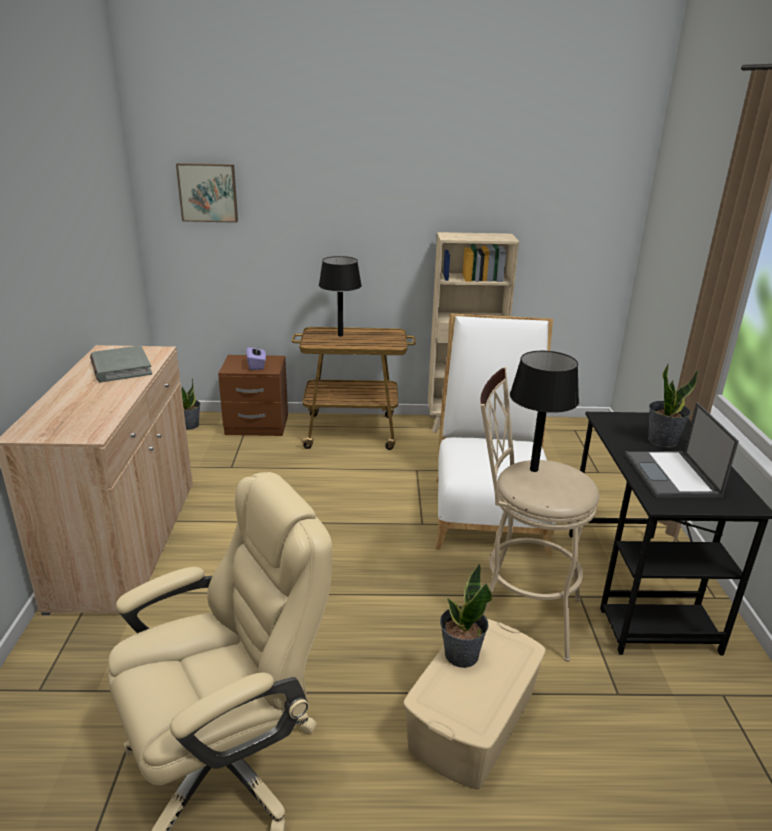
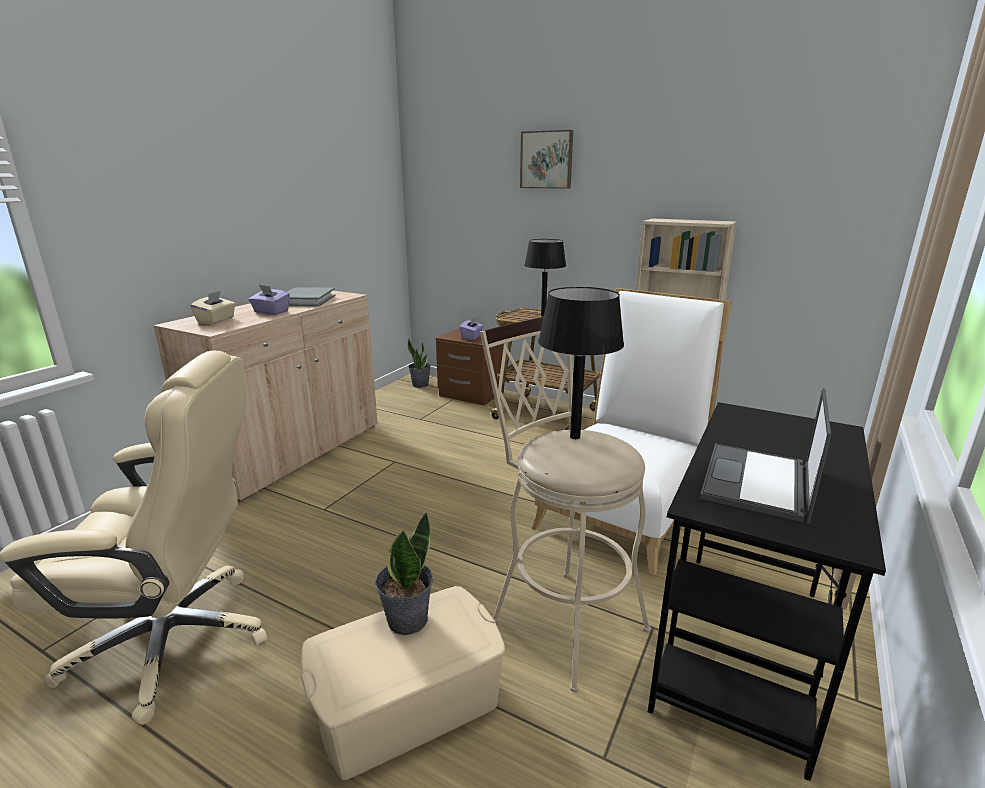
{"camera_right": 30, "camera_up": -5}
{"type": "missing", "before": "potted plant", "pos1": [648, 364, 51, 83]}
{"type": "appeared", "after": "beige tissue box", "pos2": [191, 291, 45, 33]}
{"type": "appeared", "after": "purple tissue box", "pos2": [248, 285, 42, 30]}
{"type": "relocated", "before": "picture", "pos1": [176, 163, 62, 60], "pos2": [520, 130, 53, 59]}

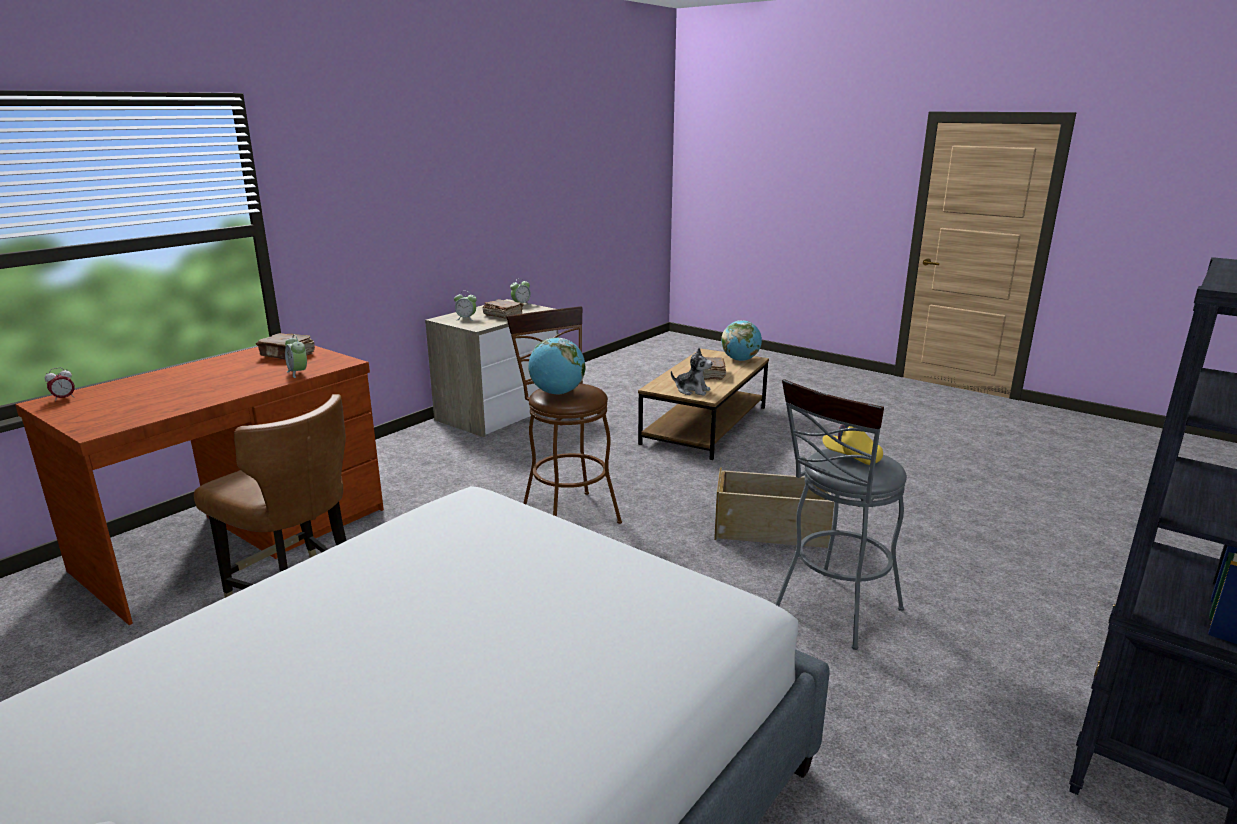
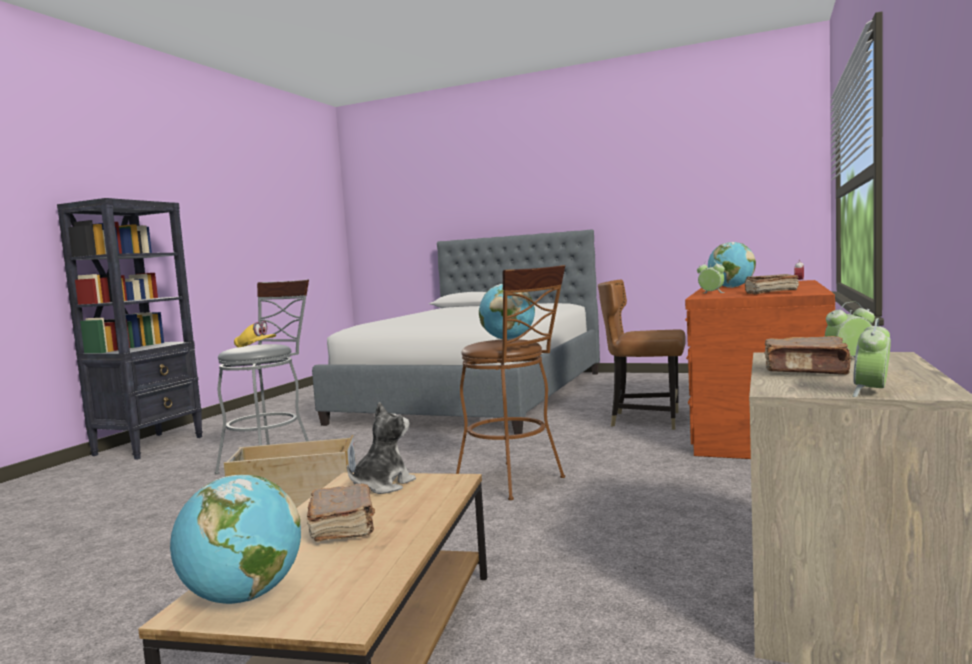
{"camera_right": 165, "camera_up": -15}
{"type": "appeared", "after": "globe", "pos2": [708, 242, 48, 46]}
{"type": "spun", "before": "plush toy", "pos1": [671, 348, 41, 48], "pos2": [347, 402, 69, 92], "turn": 120}

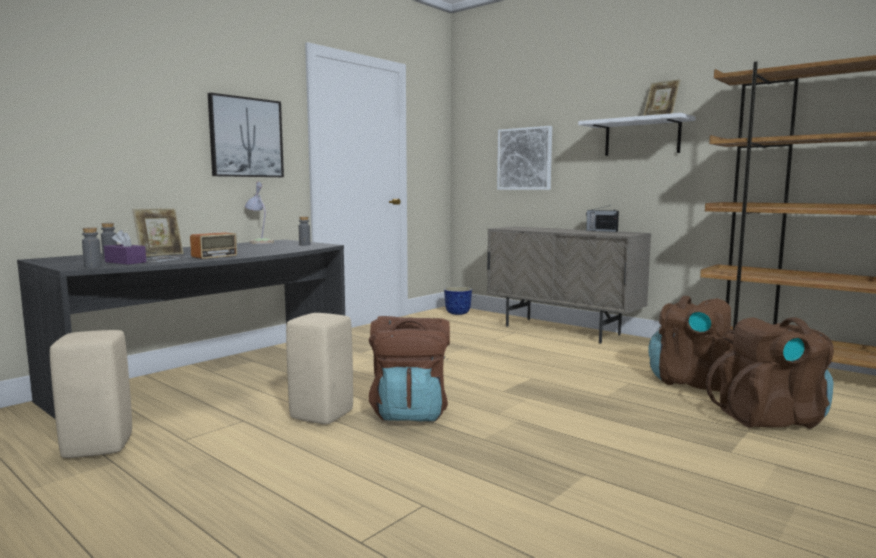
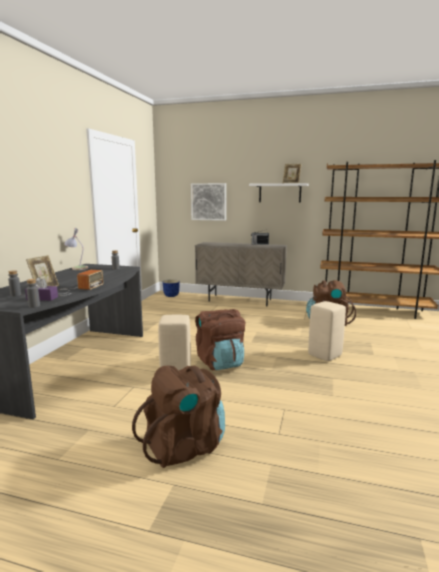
{"camera_right": -25, "camera_up": 5}
{"type": "missing", "before": "picture", "pos1": [208, 93, 76, 84]}
{"type": "relocated", "before": "beige stool", "pos1": [50, 330, 82, 128], "pos2": [308, 301, 38, 60]}
{"type": "relocated", "before": "brown backpack", "pos1": [706, 317, 128, 112], "pos2": [132, 365, 93, 103]}

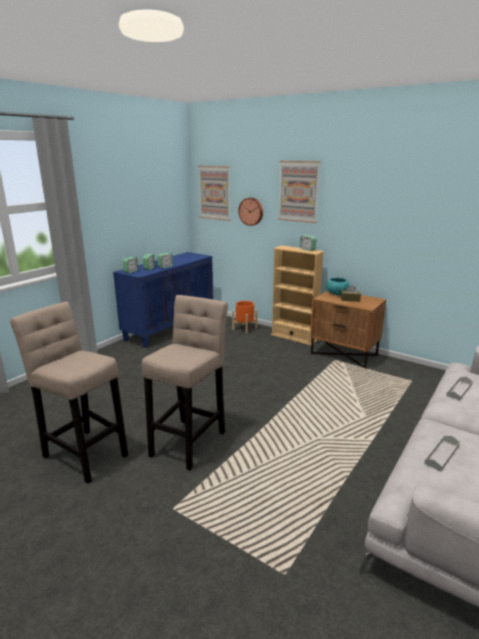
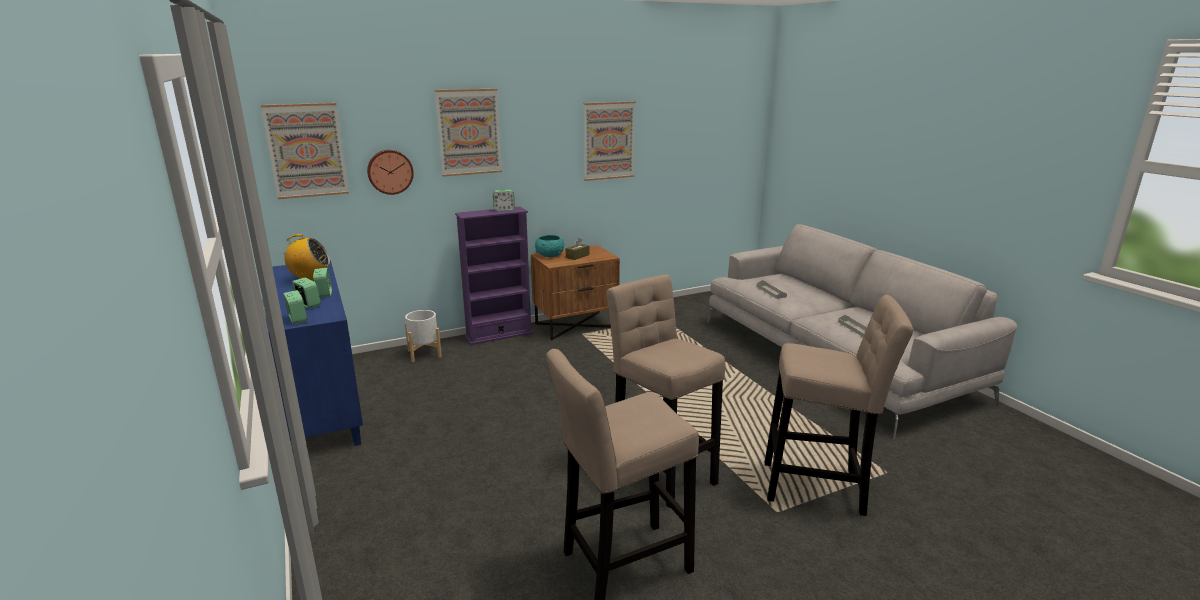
{"camera_right": -60, "camera_up": 0}
{"type": "appeared", "after": "radio", "pos2": [281, 234, 49, 47]}
{"type": "appeared", "after": "picture", "pos2": [583, 101, 53, 80]}
{"type": "appeared", "after": "beige stool", "pos2": [765, 295, 148, 221]}
{"type": "colour", "before": "orange planter", "after": "white planter", "pos1": [232, 301, 26, 33], "pos2": [405, 310, 37, 52]}
{"type": "colour", "before": "beige bookcase", "after": "purple bookcase", "pos1": [271, 245, 53, 101], "pos2": [455, 206, 78, 139]}

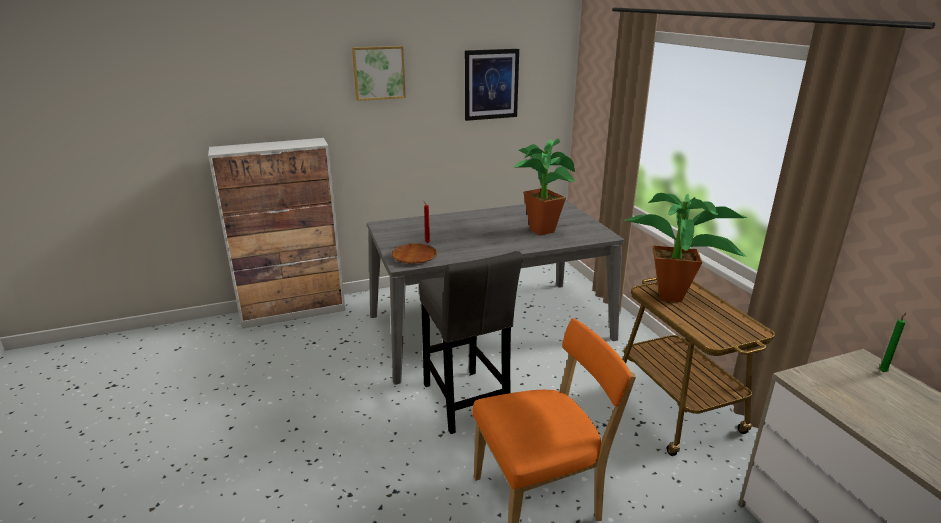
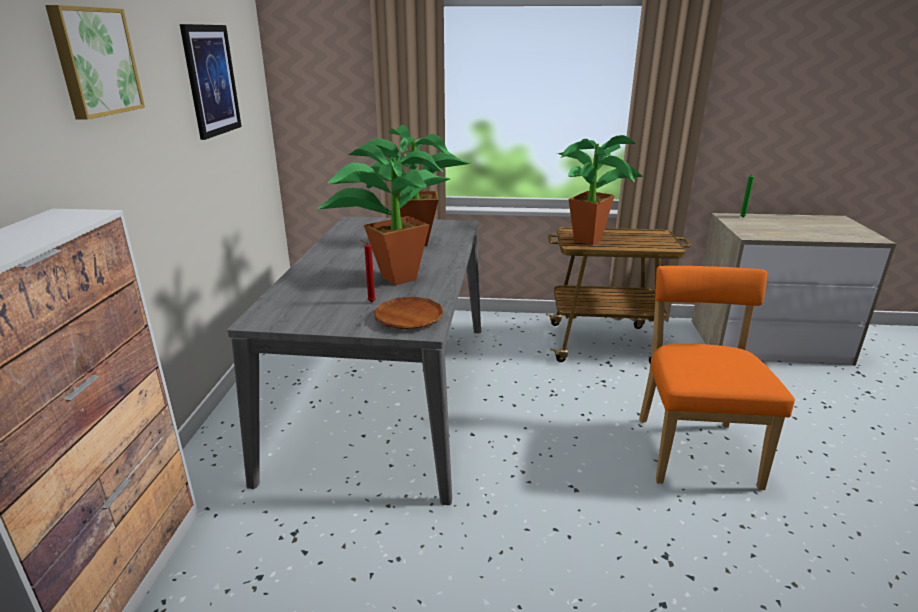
{"camera_right": -65, "camera_up": 0}
{"type": "missing", "before": "grey stool", "pos1": [419, 251, 104, 183]}
{"type": "appeared", "after": "potted plant", "pos2": [316, 143, 134, 142]}

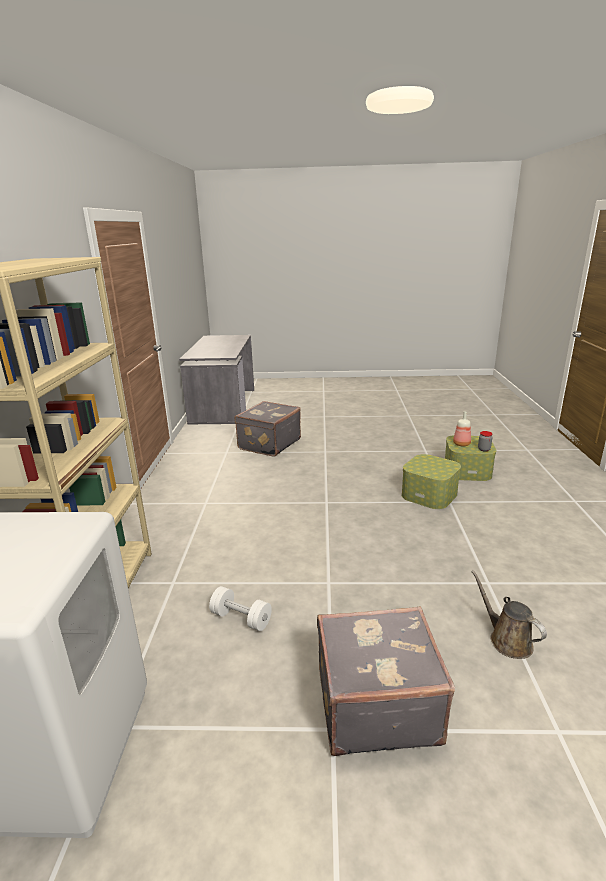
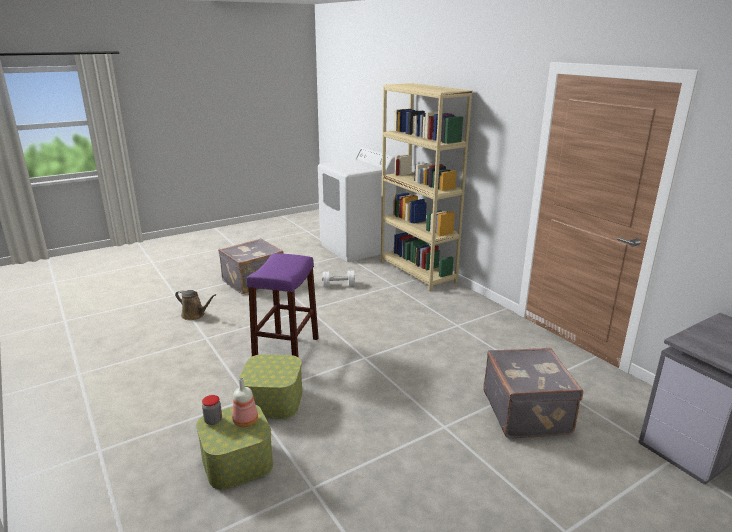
{"camera_right": 145, "camera_up": 0}
{"type": "appeared", "after": "purple stool", "pos2": [247, 253, 72, 104]}

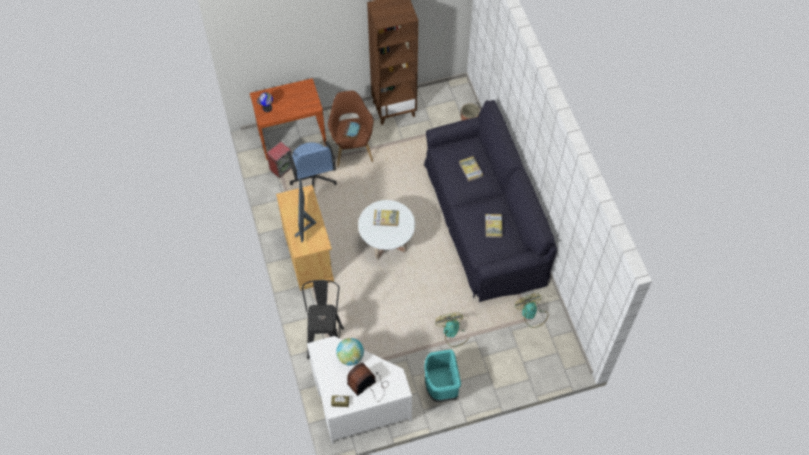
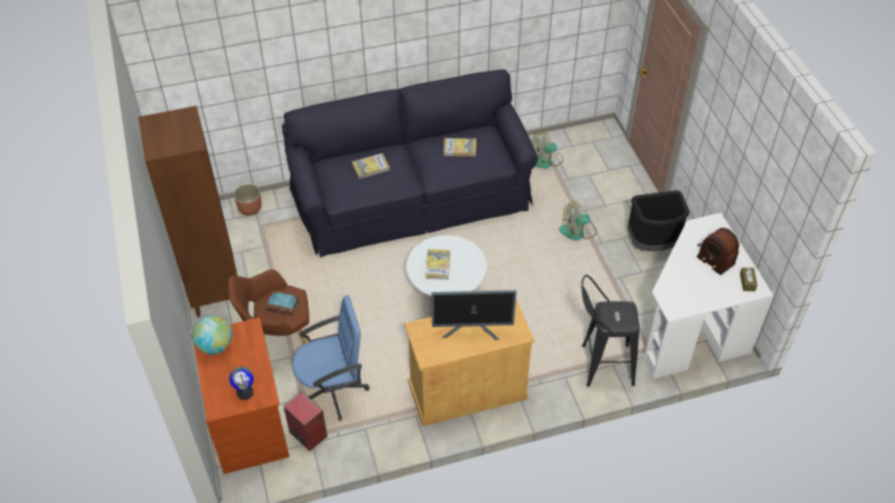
{"camera_right": -90, "camera_up": -10}
{"type": "relocated", "before": "globe", "pos1": [336, 338, 28, 28], "pos2": [192, 315, 40, 40]}
{"type": "colour", "before": "turquoise trash can", "after": "black trash can", "pos1": [425, 349, 36, 53], "pos2": [627, 190, 62, 61]}

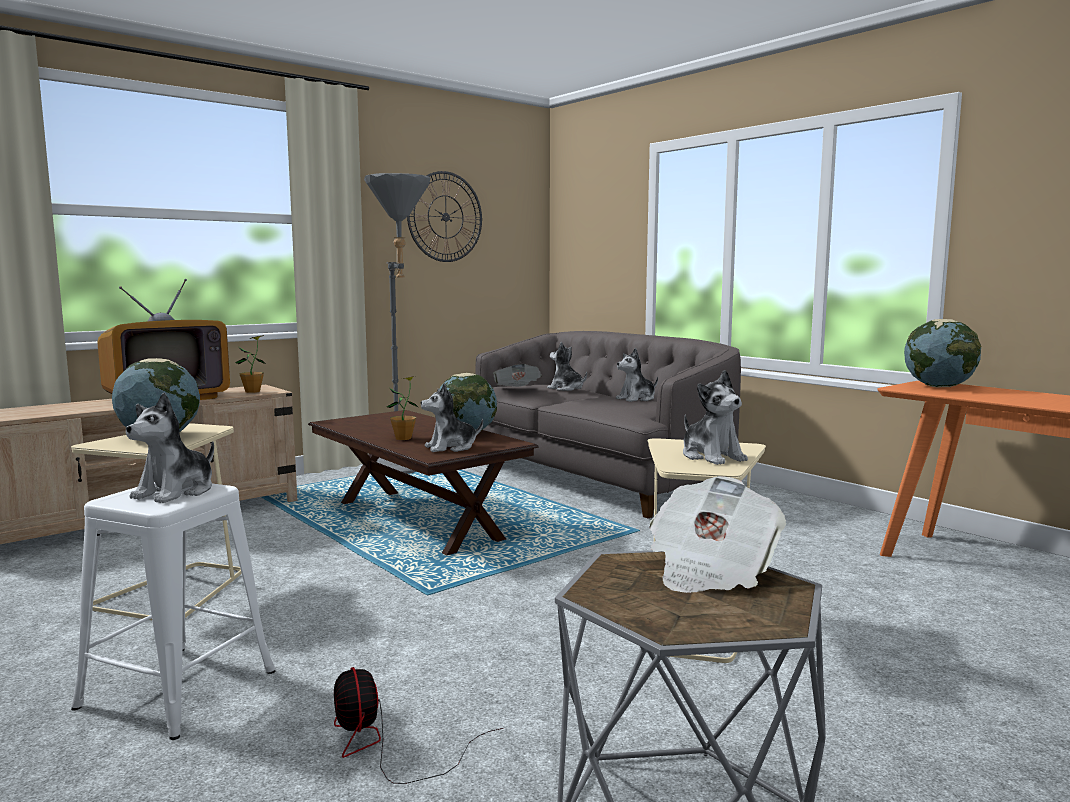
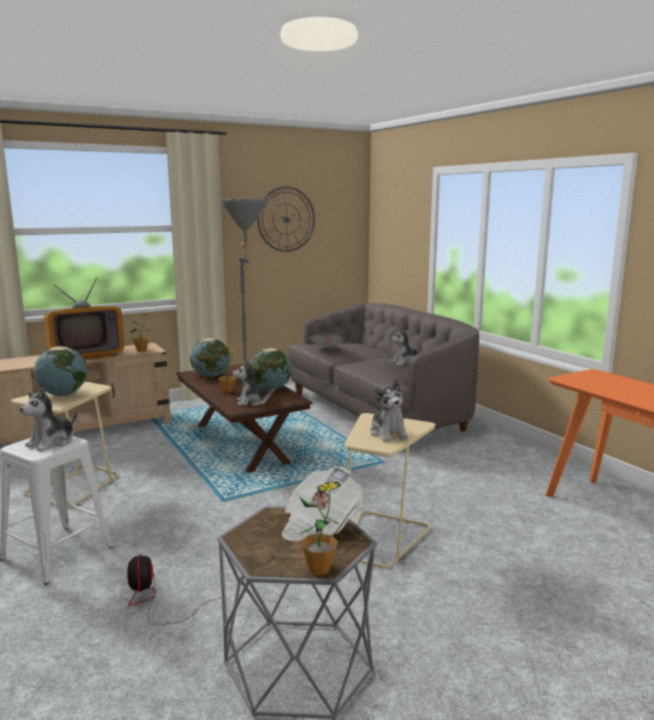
{"camera_right": 10, "camera_up": 5}
{"type": "missing", "before": "plush toy", "pos1": [547, 342, 40, 49]}
{"type": "appeared", "after": "potted plant", "pos2": [299, 482, 42, 93]}
{"type": "relocated", "before": "globe", "pos1": [904, 319, 77, 69], "pos2": [190, 338, 40, 39]}

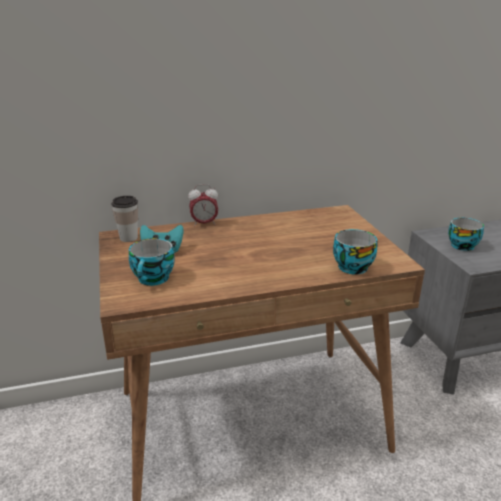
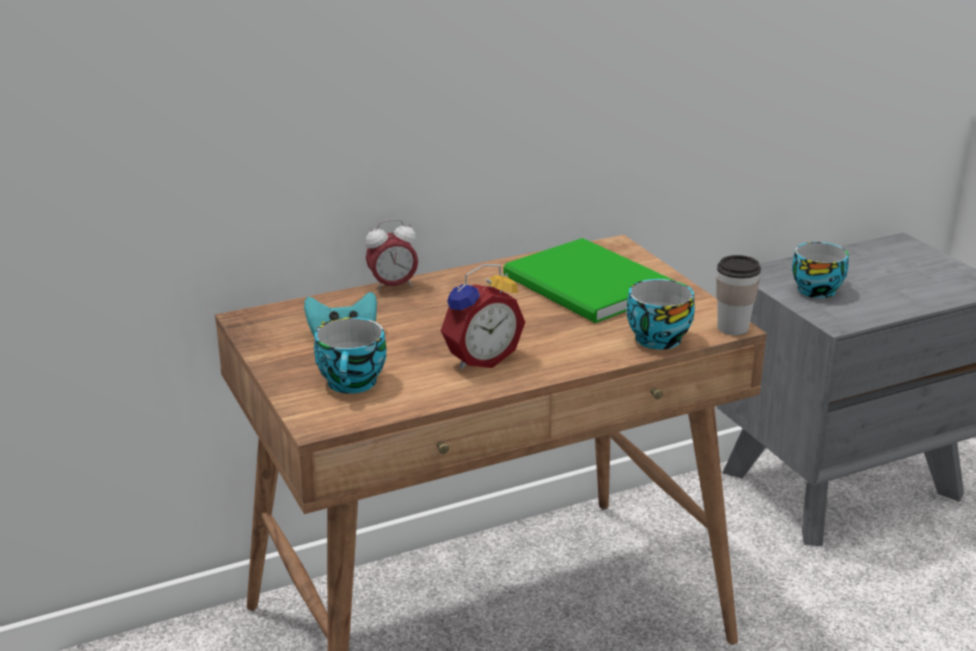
{"camera_right": -10, "camera_up": 0}
{"type": "appeared", "after": "alarm clock", "pos2": [441, 264, 84, 105]}
{"type": "appeared", "after": "green book", "pos2": [503, 238, 172, 85]}
{"type": "relocated", "before": "cup", "pos1": [111, 196, 27, 46], "pos2": [716, 255, 45, 80]}

